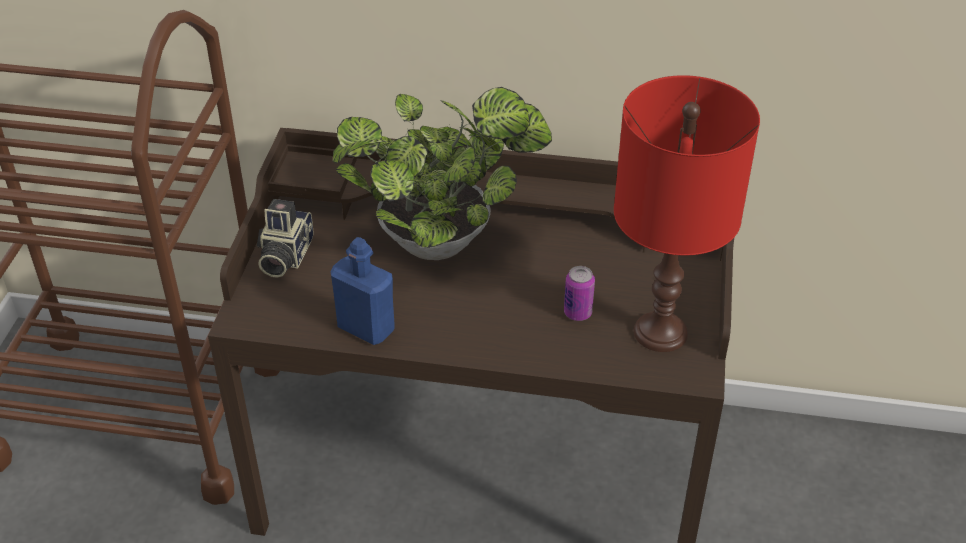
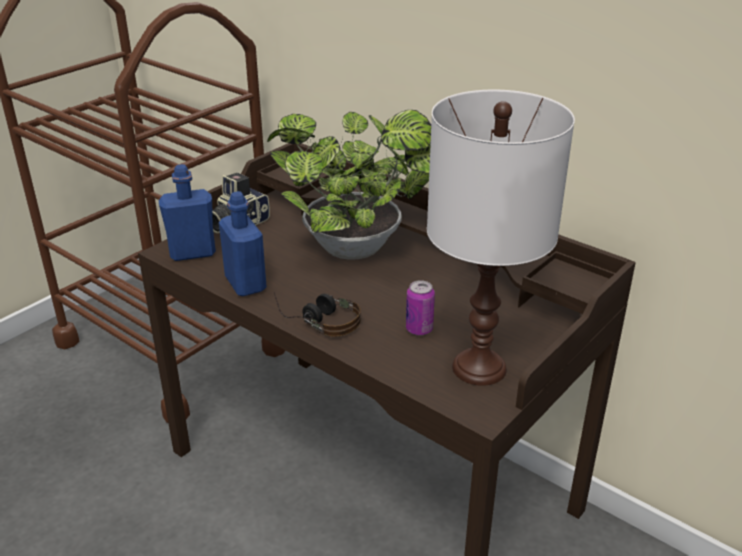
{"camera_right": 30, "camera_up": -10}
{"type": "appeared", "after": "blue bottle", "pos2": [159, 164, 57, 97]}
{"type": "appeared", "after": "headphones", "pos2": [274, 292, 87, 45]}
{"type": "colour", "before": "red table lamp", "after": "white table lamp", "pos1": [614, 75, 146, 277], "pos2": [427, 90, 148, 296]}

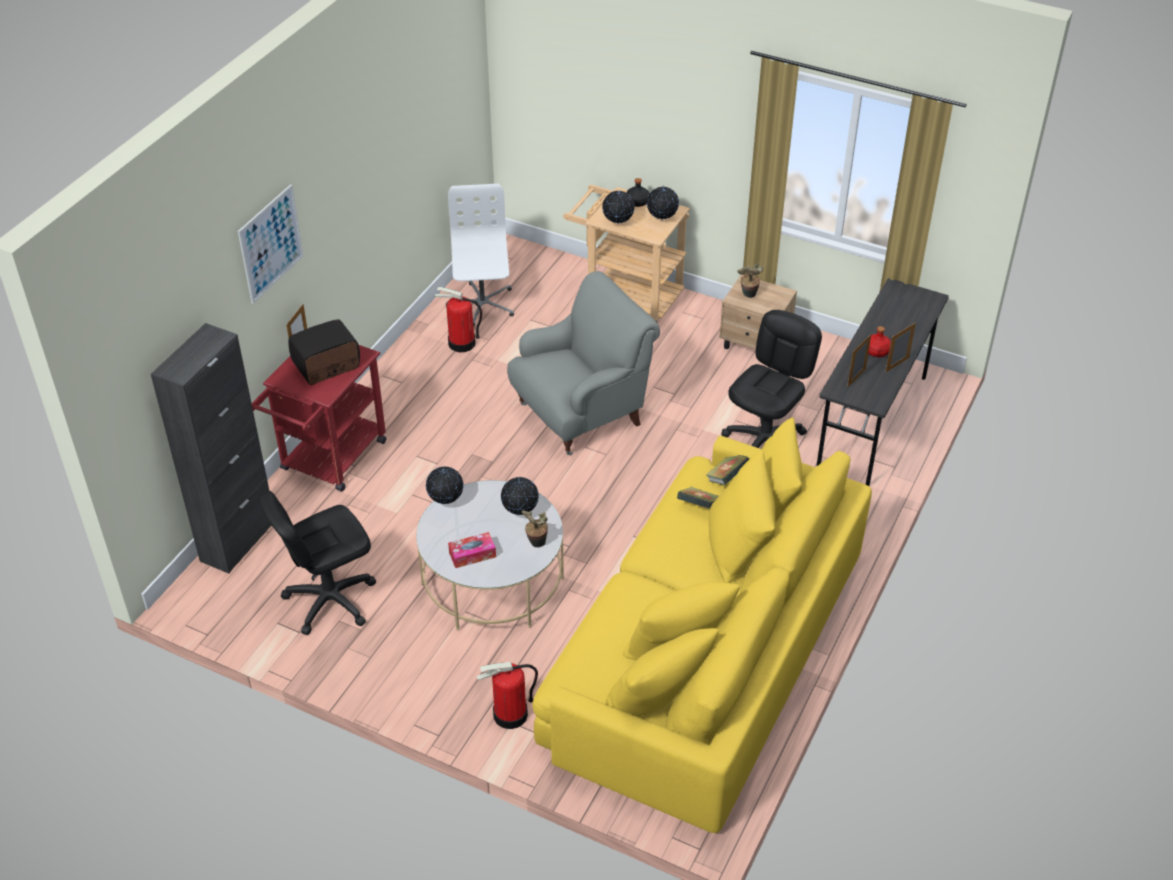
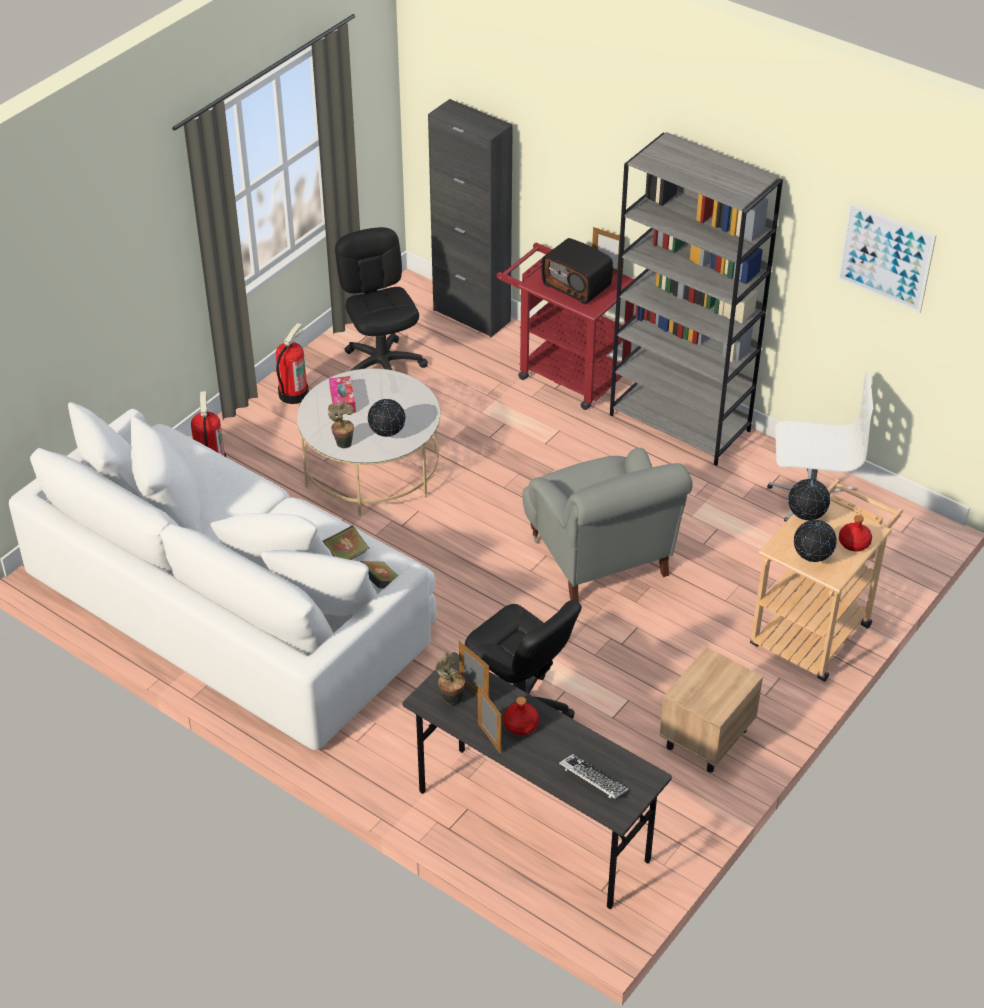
{"camera_right": 100, "camera_up": 0}
{"type": "missing", "before": "globe", "pos1": [426, 466, 37, 38]}
{"type": "appeared", "after": "keyboard", "pos2": [559, 754, 70, 45]}
{"type": "appeared", "after": "grey bookcase", "pos2": [610, 132, 173, 334]}
{"type": "relocated", "before": "picture", "pos1": [238, 184, 66, 120], "pos2": [837, 202, 99, 111]}
{"type": "relocated", "before": "fire extinguisher", "pos1": [435, 287, 47, 65], "pos2": [276, 323, 33, 81]}
{"type": "relocated", "before": "potted plant", "pos1": [737, 263, 26, 35], "pos2": [435, 652, 30, 53]}
{"type": "colour", "before": "yellow sofa", "after": "white sofa", "pos1": [533, 417, 339, 416], "pos2": [9, 402, 427, 348]}
{"type": "colour", "before": "black bottle", "after": "red bottle", "pos1": [626, 178, 24, 29], "pos2": [839, 515, 33, 37]}
{"type": "spun", "before": "radio", "pos1": [288, 319, 72, 66], "pos2": [542, 238, 71, 66], "turn": 150}

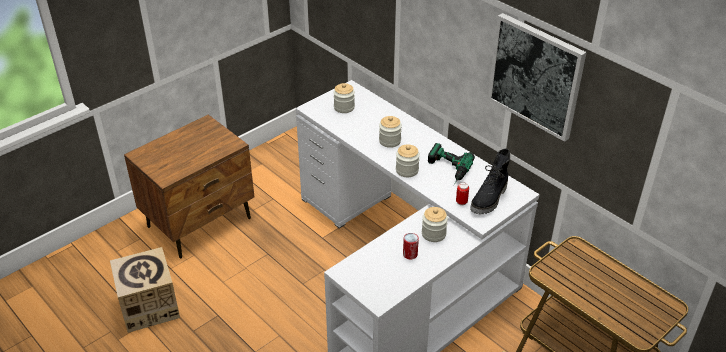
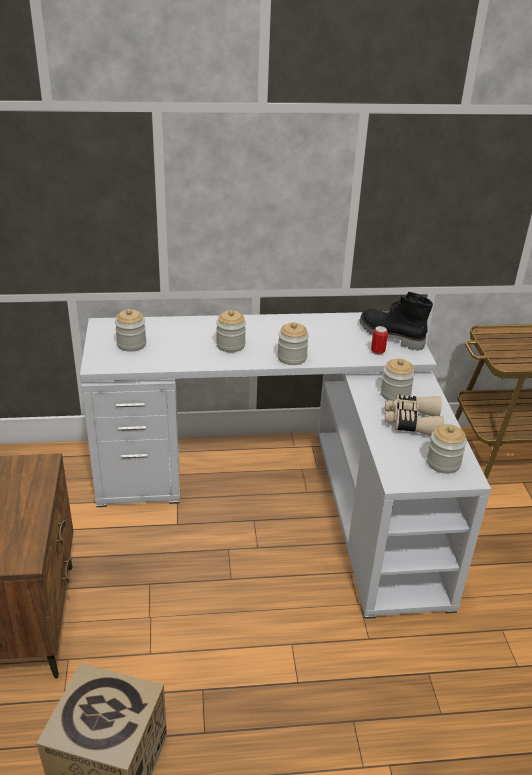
{"camera_right": -55, "camera_up": -5}
{"type": "missing", "before": "power drill", "pos1": [428, 143, 47, 42]}
{"type": "missing", "before": "picture", "pos1": [488, 13, 99, 129]}
{"type": "appeared", "after": "jar", "pos2": [427, 424, 40, 50]}
{"type": "exchanged", "before": "can", "after": "beige binoculars", "pos1": [403, 233, 16, 26], "pos2": [385, 395, 59, 41]}
{"type": "spun", "before": "black boot", "pos1": [470, 149, 40, 65], "pos2": [359, 292, 74, 59], "turn": 150}

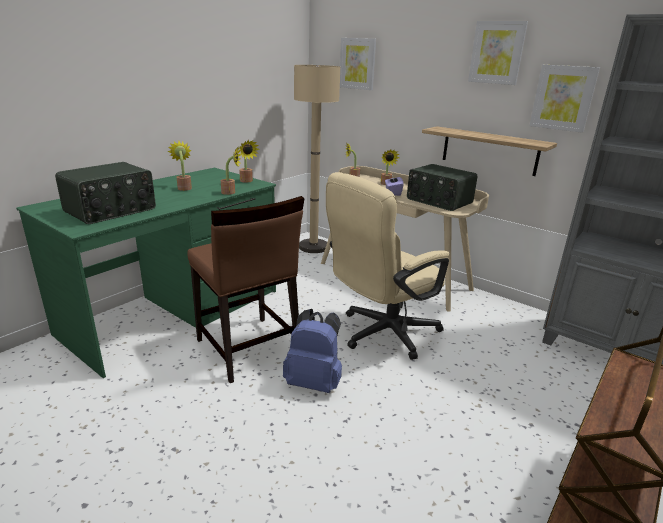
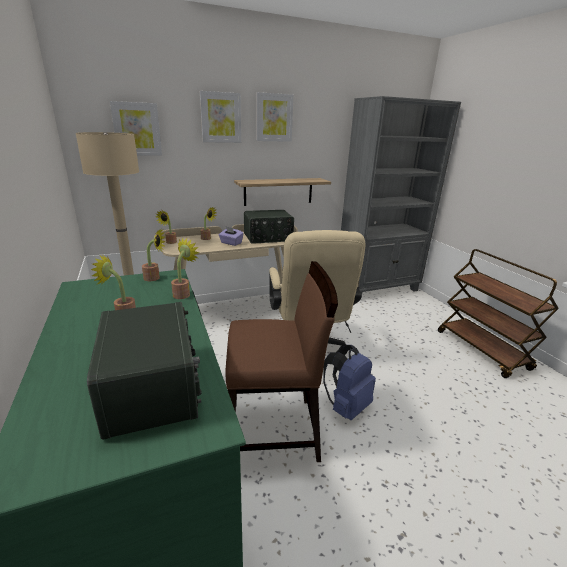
{"camera_right": -60, "camera_up": 0}
{"type": "relocated", "before": "picture", "pos1": [529, 65, 71, 68], "pos2": [200, 91, 41, 52]}

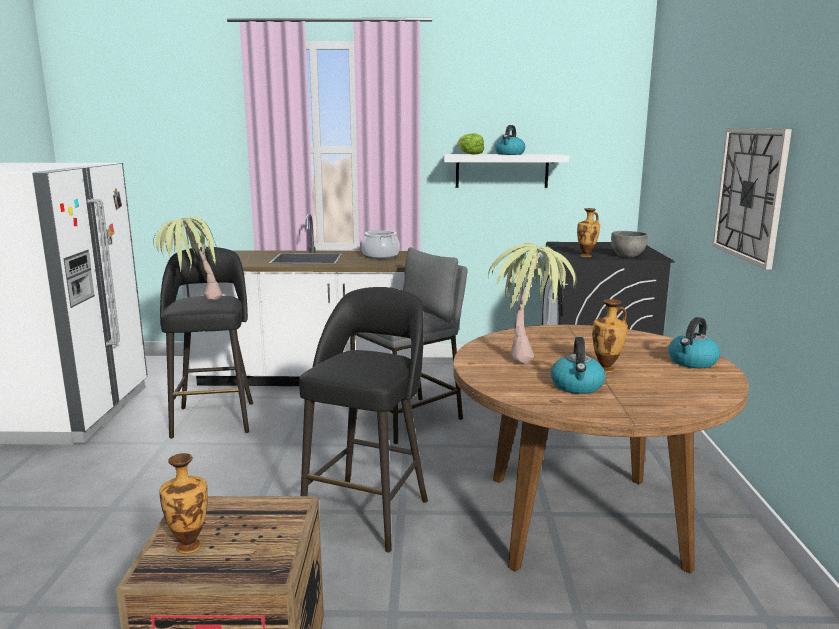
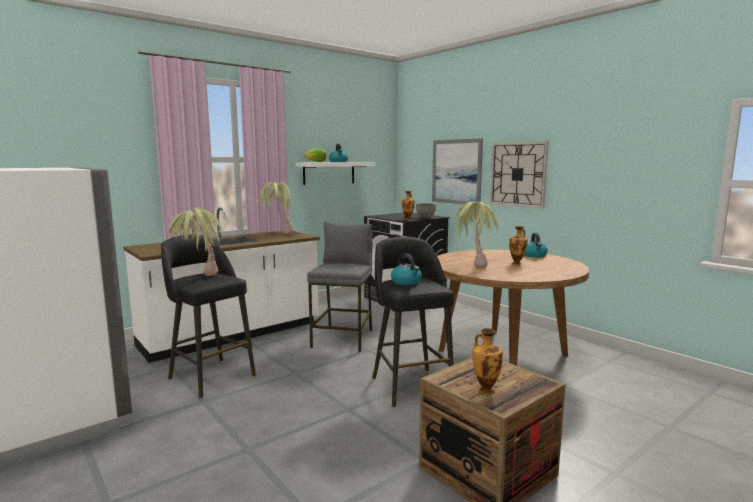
{"camera_right": -40, "camera_up": -5}
{"type": "appeared", "after": "picture", "pos2": [432, 138, 51, 66]}
{"type": "relocated", "before": "kettle", "pos1": [551, 337, 54, 57], "pos2": [391, 253, 31, 32]}
{"type": "exchanged", "before": "cooking pot", "after": "potted plant", "pos1": [362, 229, 38, 30], "pos2": [259, 182, 35, 53]}

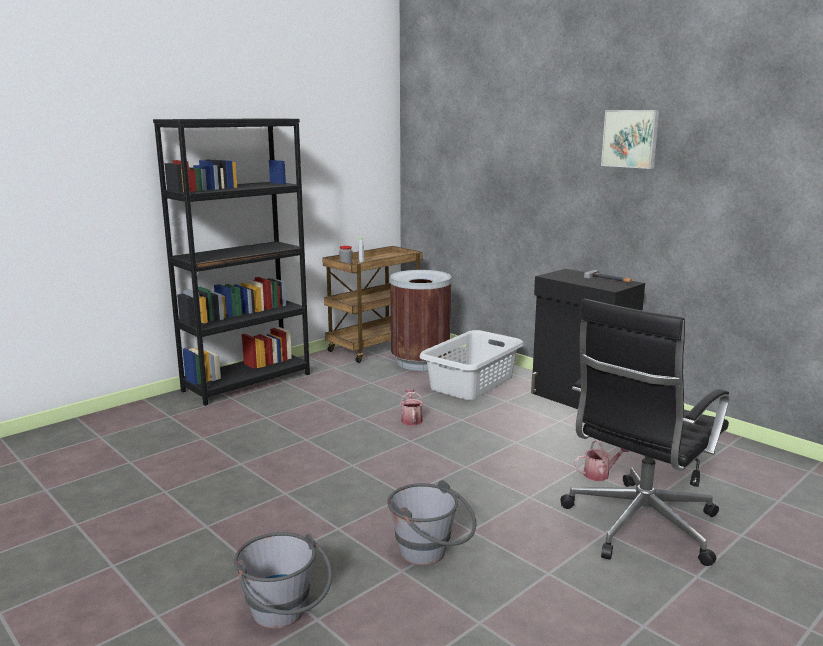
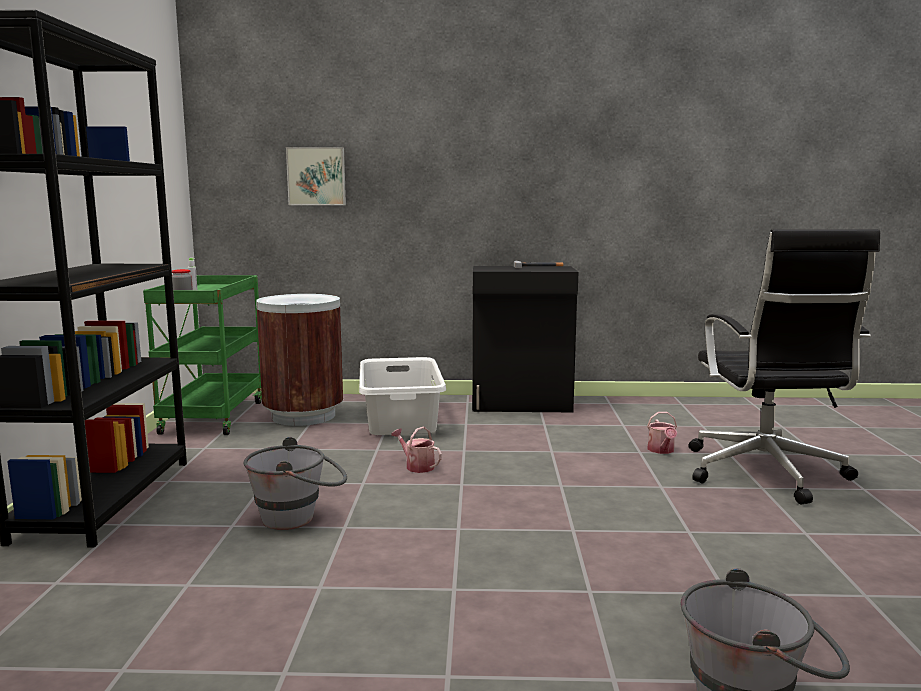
{"camera_right": -45, "camera_up": -5}
{"type": "relocated", "before": "grey bucket", "pos1": [387, 480, 89, 85], "pos2": [244, 437, 103, 93]}
{"type": "relocated", "before": "picture", "pos1": [601, 110, 58, 59], "pos2": [286, 147, 60, 58]}
{"type": "colour", "before": "brown cart", "after": "green cart", "pos1": [322, 246, 101, 117], "pos2": [143, 275, 119, 160]}
{"type": "spun", "before": "watering can", "pos1": [575, 440, 54, 41], "pos2": [647, 412, 30, 42], "turn": 150}

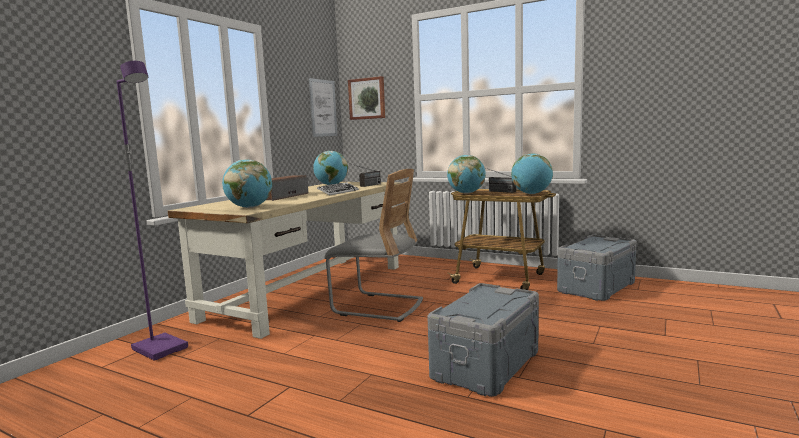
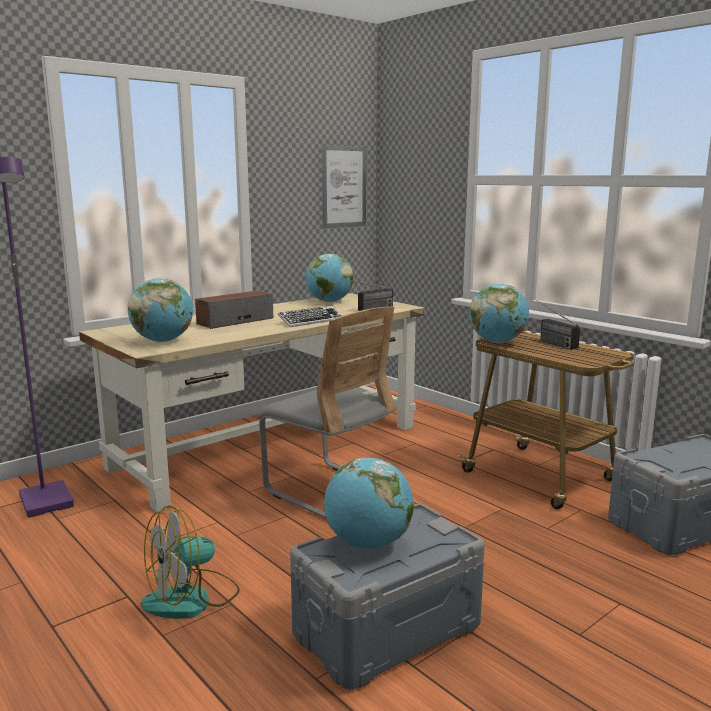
{"camera_right": 20, "camera_up": 5}
{"type": "missing", "before": "picture", "pos1": [348, 76, 37, 44]}
{"type": "appeared", "after": "fan", "pos2": [141, 505, 99, 114]}
{"type": "relocated", "before": "globe", "pos1": [511, 153, 42, 41], "pos2": [324, 457, 90, 92]}

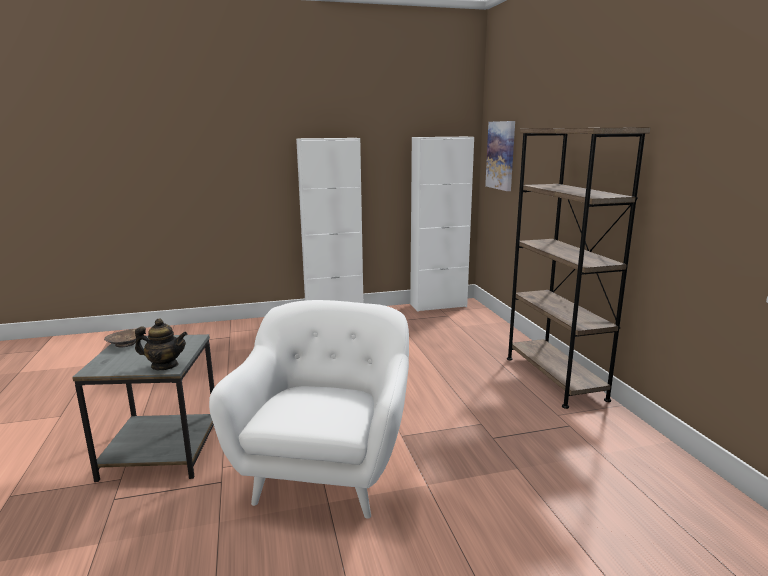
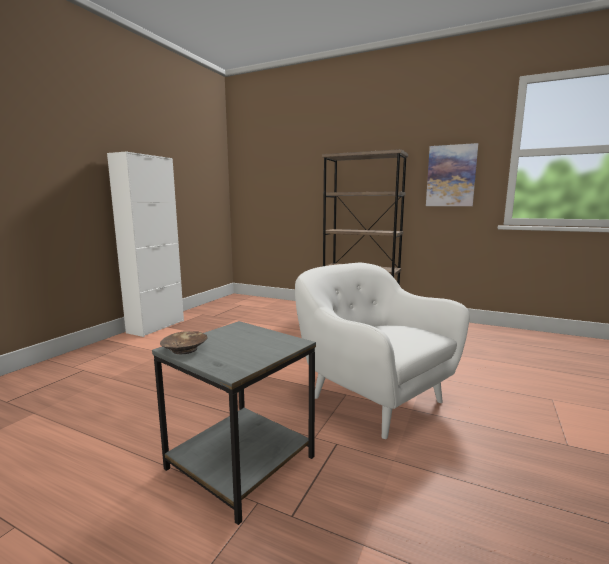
{"camera_right": -50, "camera_up": -5}
{"type": "missing", "before": "teapot", "pos1": [135, 318, 53, 52]}
{"type": "missing", "before": "white cabinet", "pos1": [410, 137, 64, 175]}
{"type": "relocated", "before": "picture", "pos1": [485, 121, 30, 70], "pos2": [426, 143, 52, 63]}

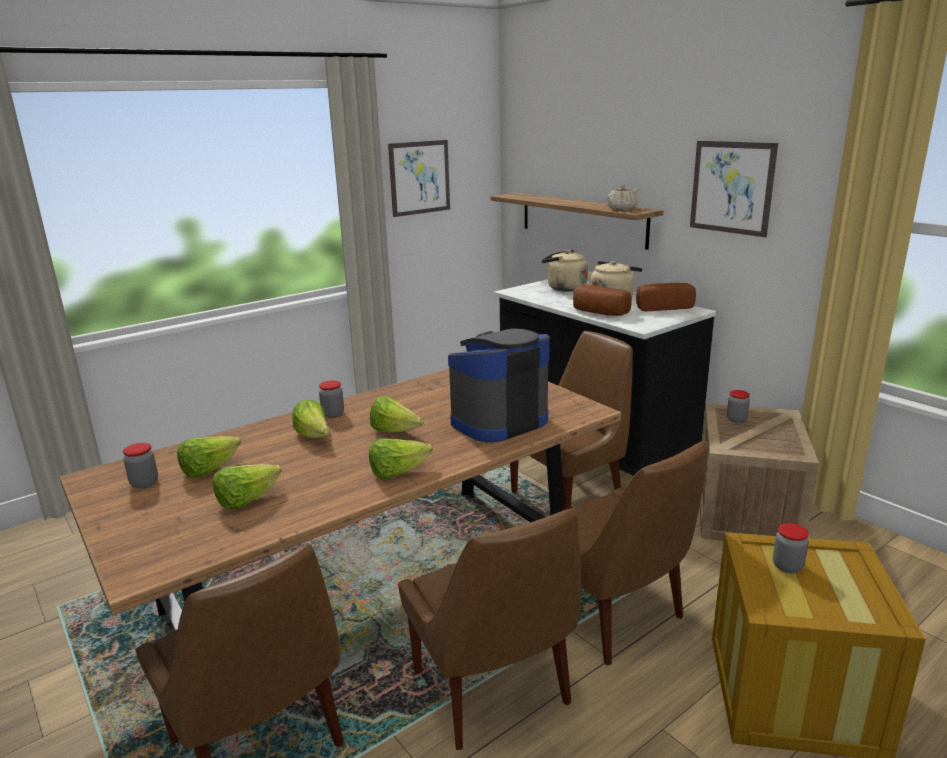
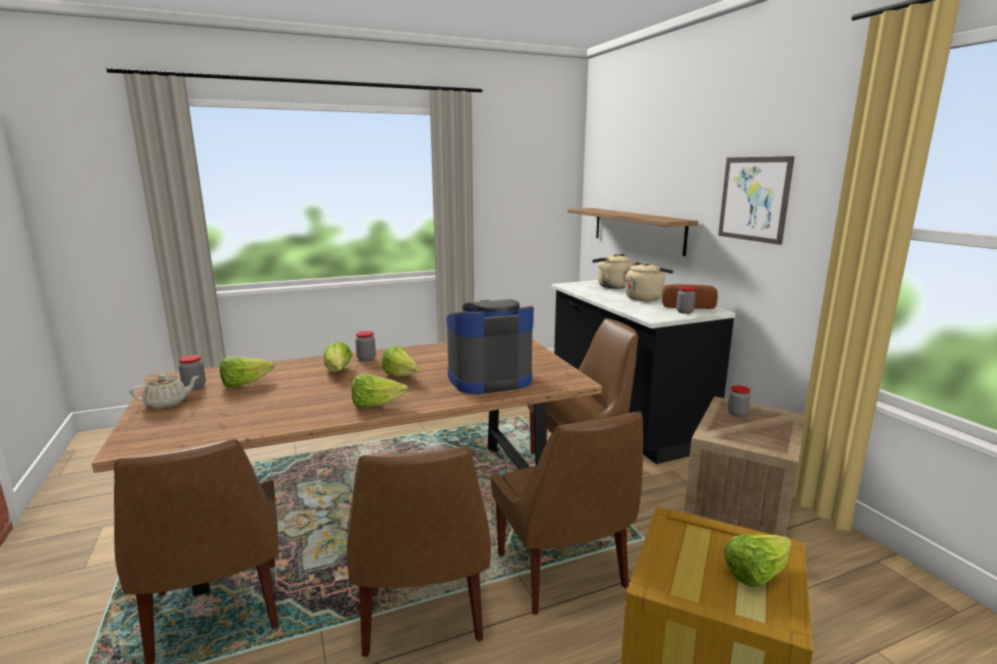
{"camera_right": 15, "camera_up": -5}
{"type": "missing", "before": "picture", "pos1": [388, 140, 62, 77]}
{"type": "missing", "before": "bread", "pos1": [573, 284, 59, 32]}
{"type": "relocated", "before": "lettuce", "pos1": [213, 464, 69, 46], "pos2": [724, 535, 67, 52]}
{"type": "relocated", "before": "beige teapot", "pos1": [607, 185, 32, 25], "pos2": [129, 374, 70, 34]}
{"type": "relocated", "before": "jar", "pos1": [773, 523, 36, 50], "pos2": [676, 286, 20, 28]}

